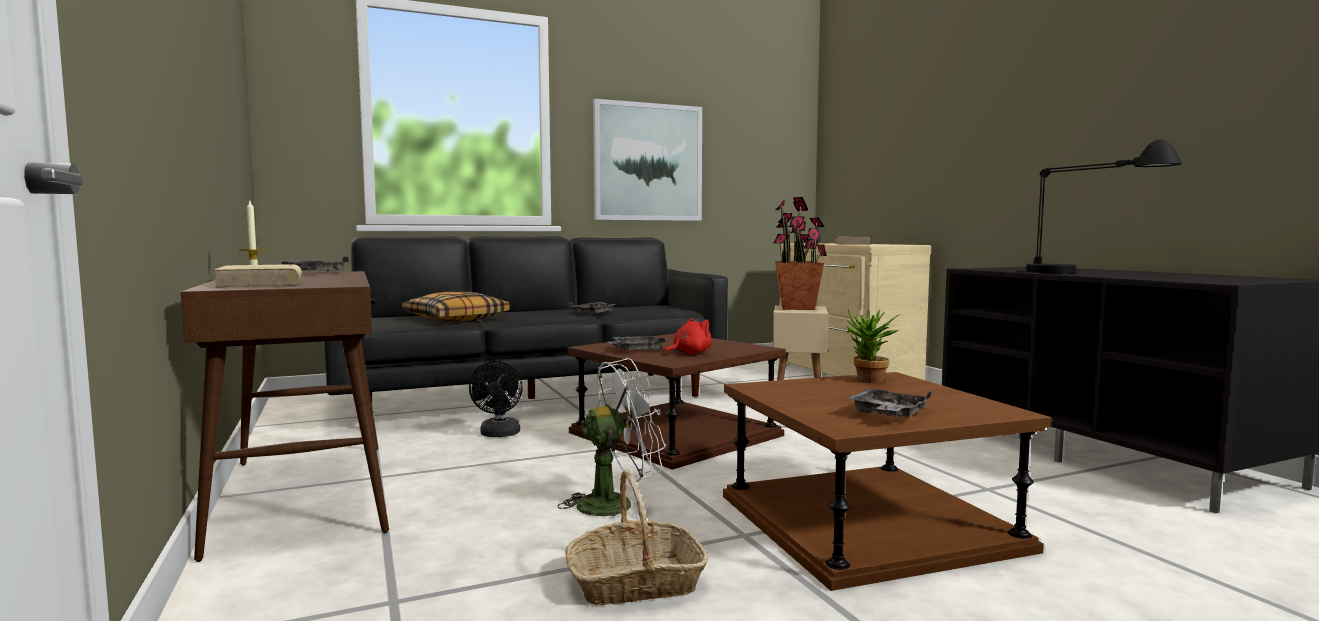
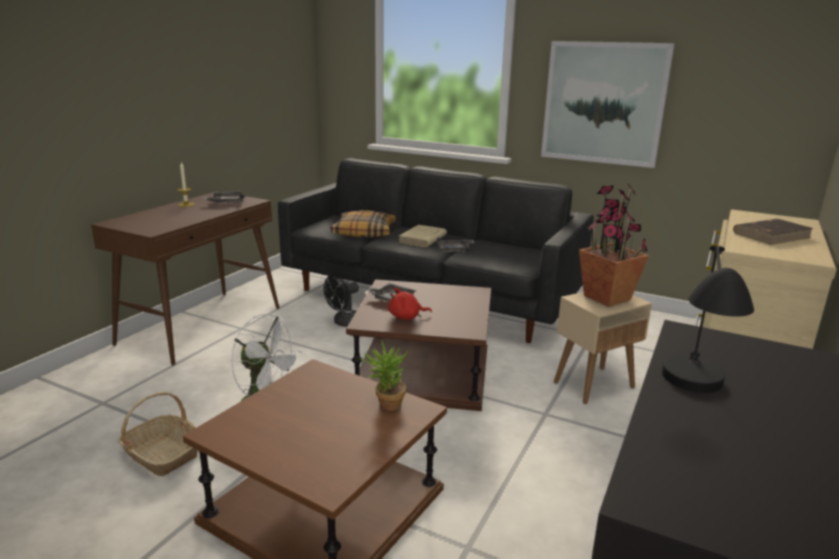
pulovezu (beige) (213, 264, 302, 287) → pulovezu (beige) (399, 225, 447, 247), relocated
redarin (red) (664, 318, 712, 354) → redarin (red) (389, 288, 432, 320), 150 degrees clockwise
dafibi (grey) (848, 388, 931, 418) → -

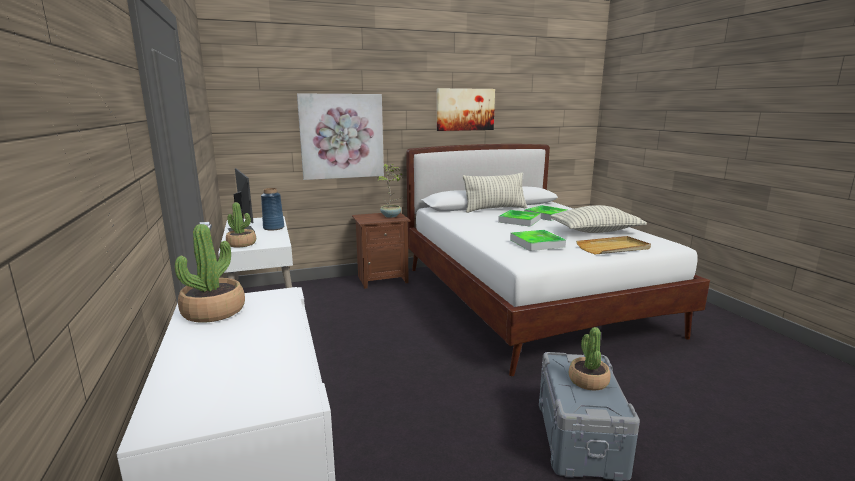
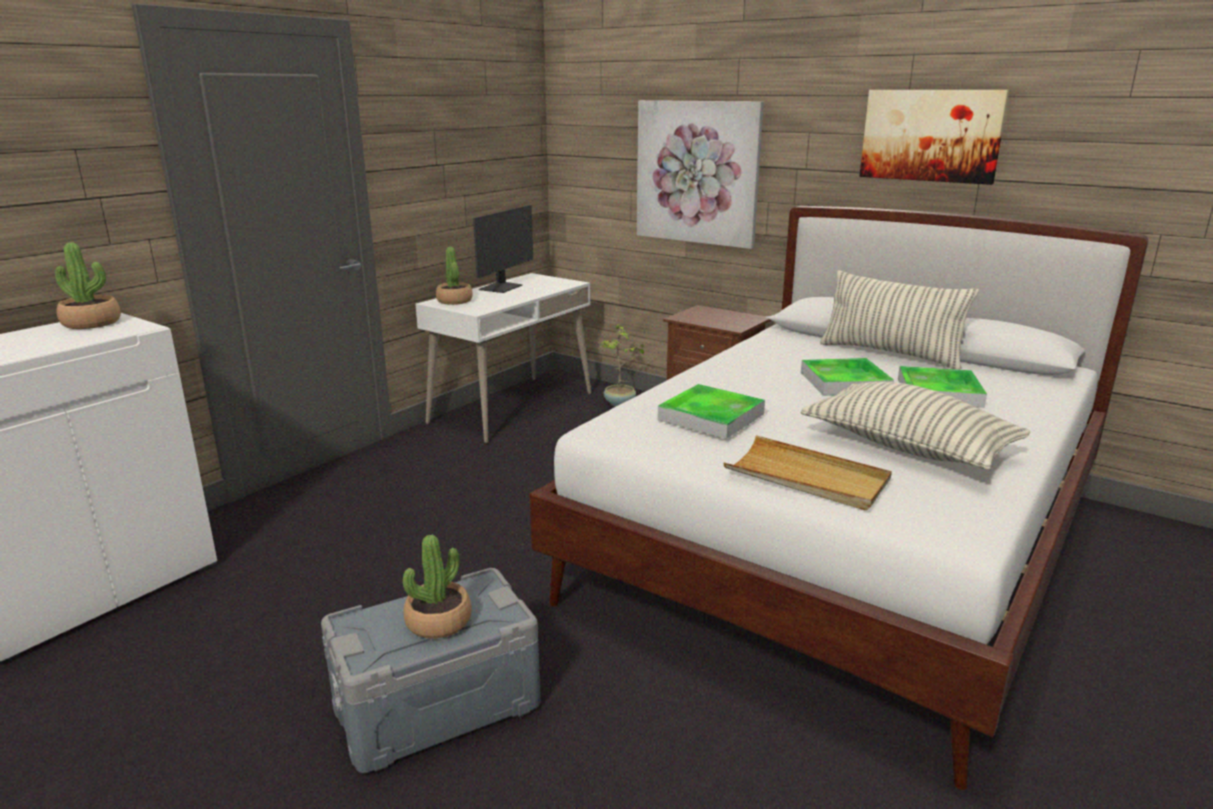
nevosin (378, 164, 402, 218) → nevosin (600, 324, 646, 406), relocated
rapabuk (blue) (261, 188, 284, 231) → -

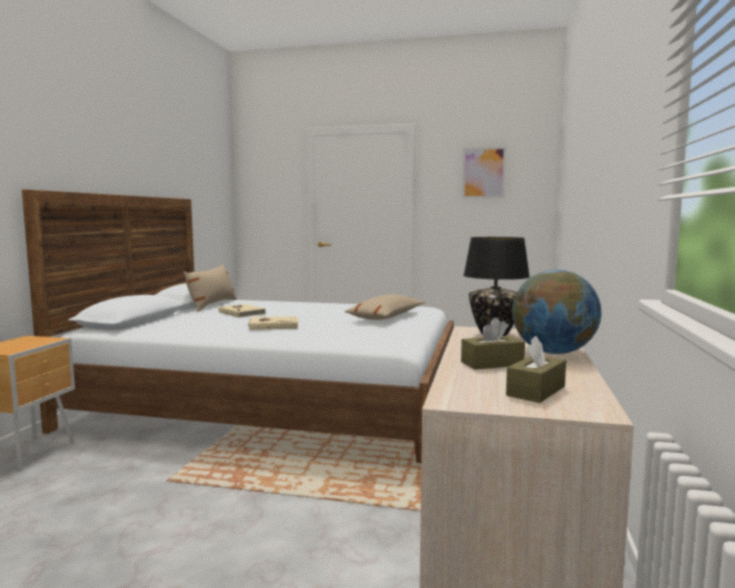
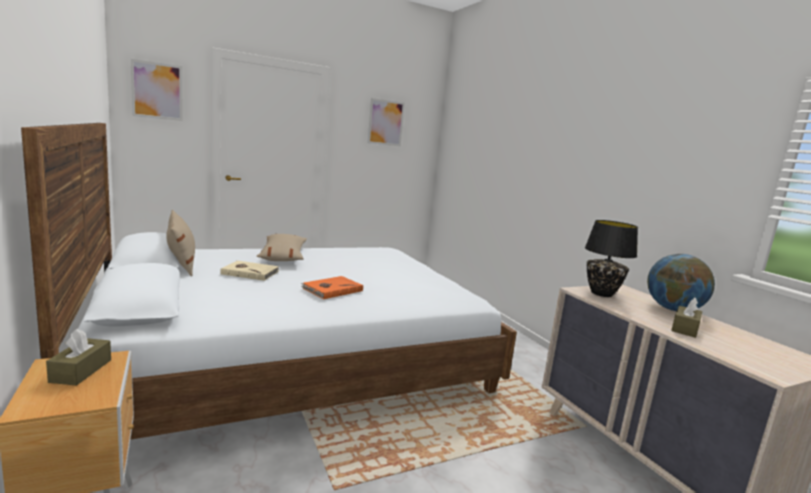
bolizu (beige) (345, 294, 425, 320) → bolizu (beige) (257, 234, 307, 261), relocated
pulovezu (beige) (248, 316, 299, 330) → pulovezu (orange) (301, 276, 363, 299)
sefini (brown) (506, 336, 566, 403) → sefini (brown) (46, 329, 111, 386), relocated
- → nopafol (131, 59, 183, 121)

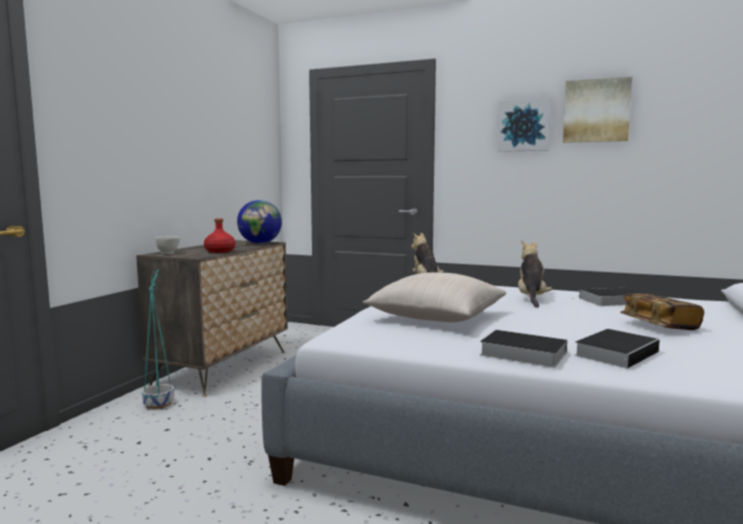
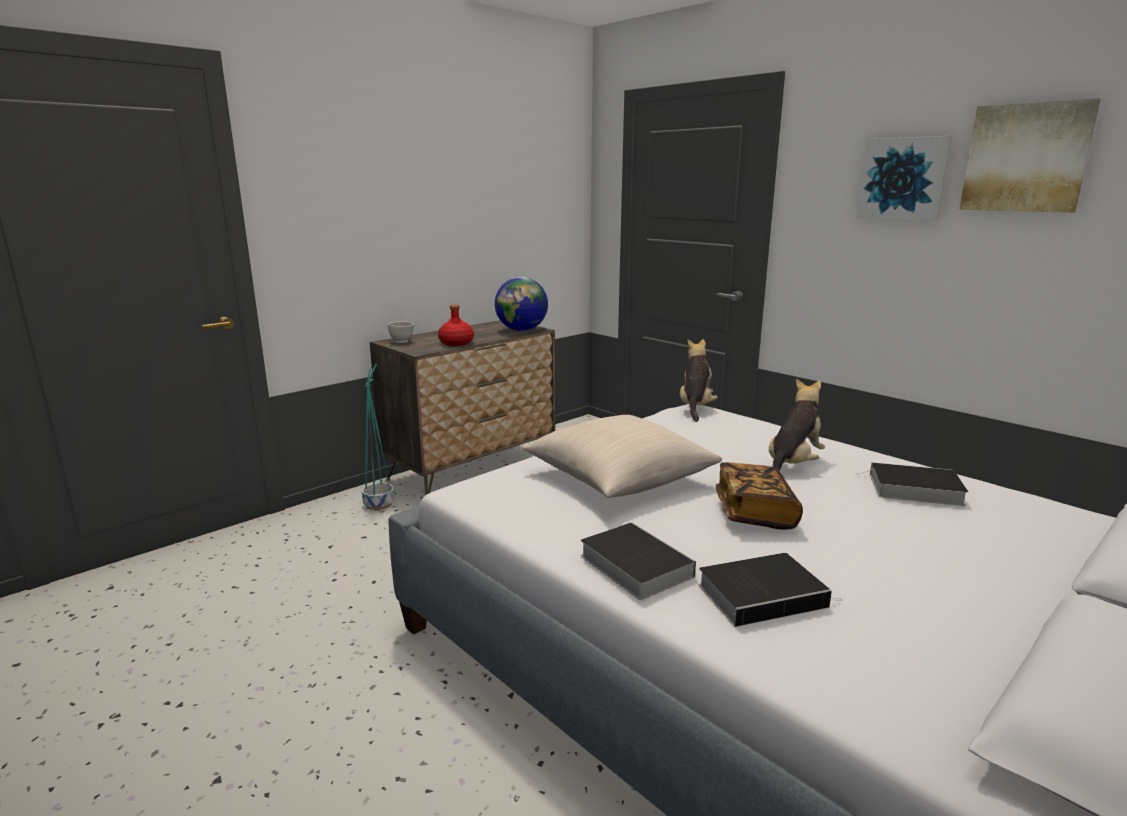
pulovezu (620, 294, 704, 330) → pulovezu (716, 462, 803, 530), relocated

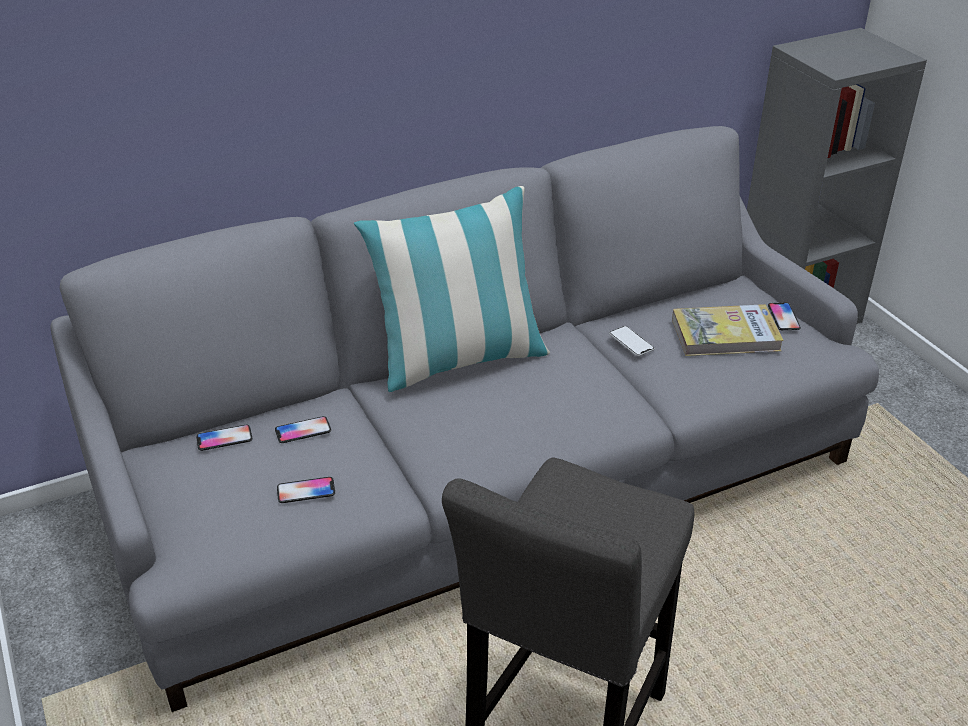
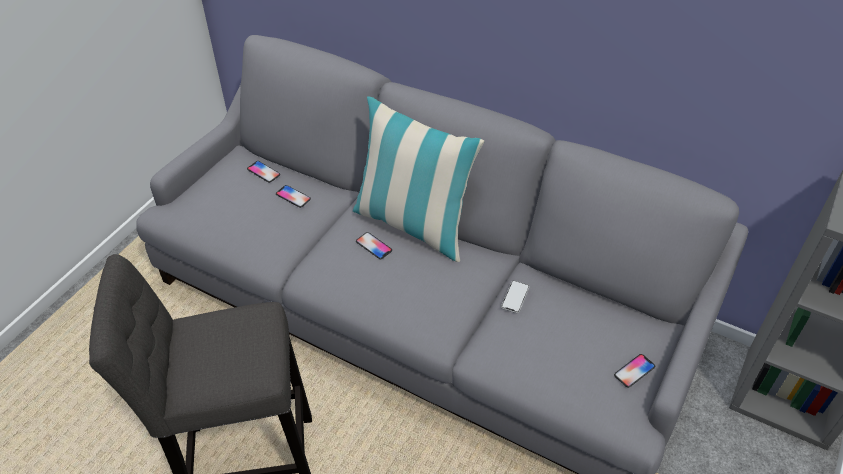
pulovezu (672, 304, 784, 356) → -
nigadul (277, 477, 335, 503) → nigadul (356, 232, 392, 259), relocated

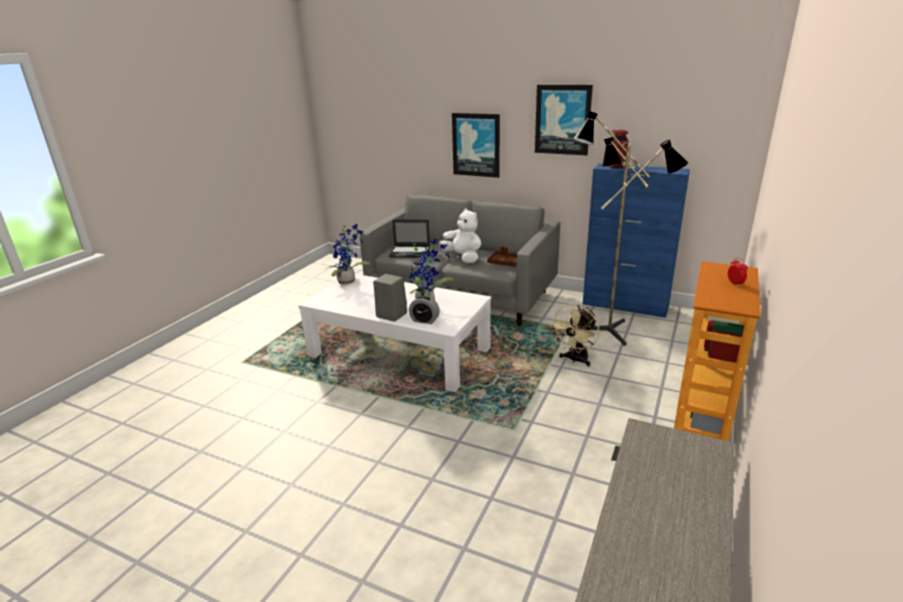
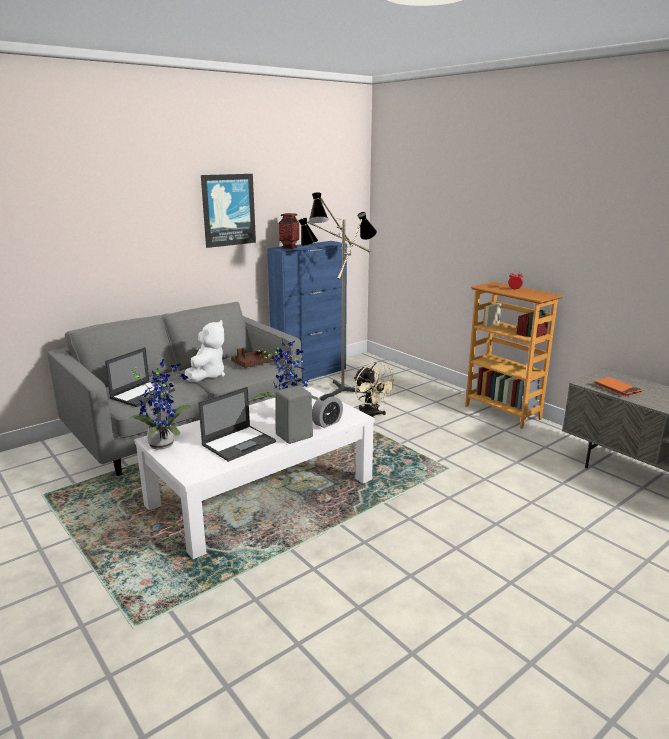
nopafol (452, 113, 500, 178) → -
redarin (white) (439, 208, 481, 263) → redarin (white) (185, 320, 225, 382), 120 degrees clockwise
- → pulovezu (orange) (594, 377, 642, 397)
- → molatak (198, 387, 276, 462)

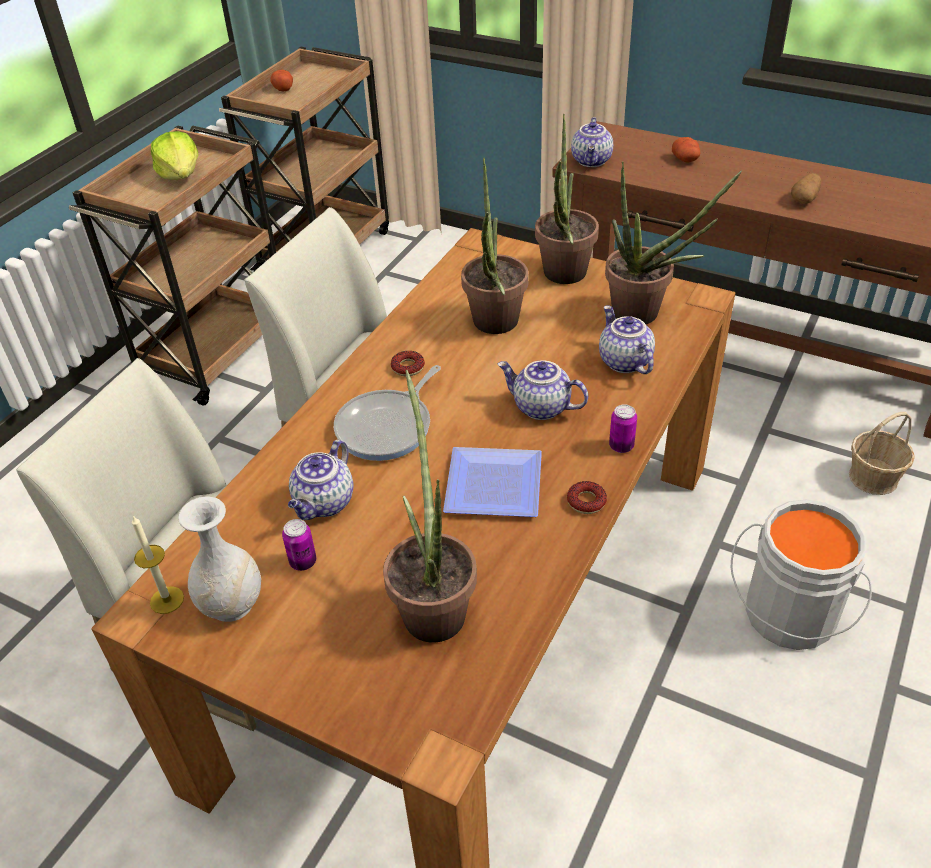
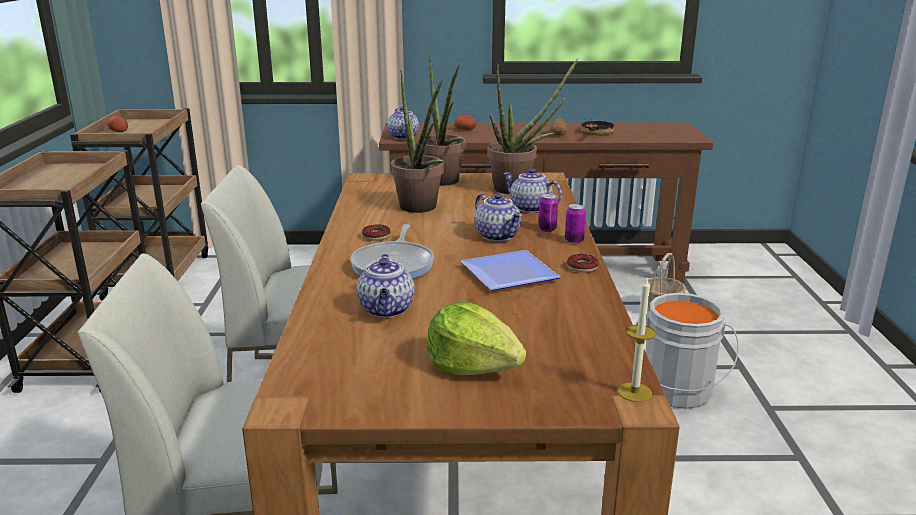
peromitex (151, 131, 198, 180) → peromitex (427, 301, 526, 375), relocated
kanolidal (498, 361, 588, 420) → kanolidal (475, 193, 522, 242), 120 degrees counterclockwise
nevosin (383, 370, 477, 643) → -
rapabuk (white) (178, 496, 261, 622) → -
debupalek (132, 515, 184, 614) → debupalek (618, 278, 656, 402), relocated
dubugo (282, 519, 316, 571) → dubugo (538, 194, 558, 232), relocated
- → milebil (581, 118, 615, 136)

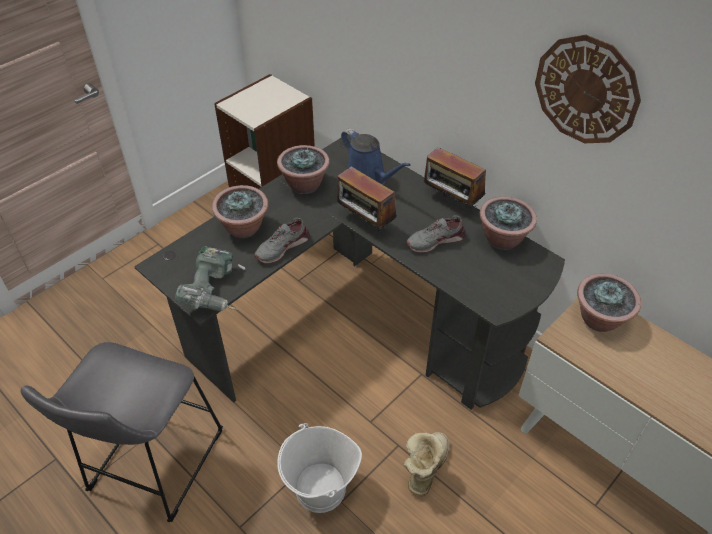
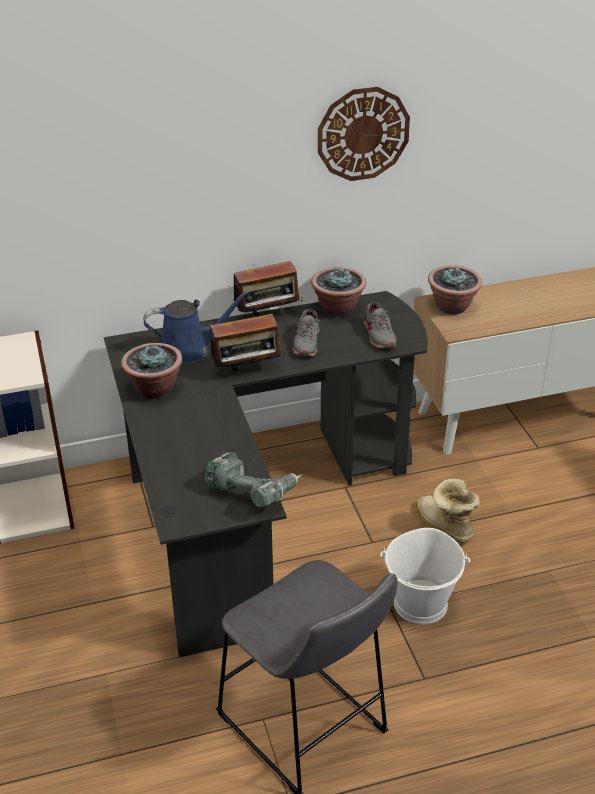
nevosin (212, 185, 268, 238) → -
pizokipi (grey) (254, 218, 310, 263) → pizokipi (grey) (364, 302, 397, 349), relocated

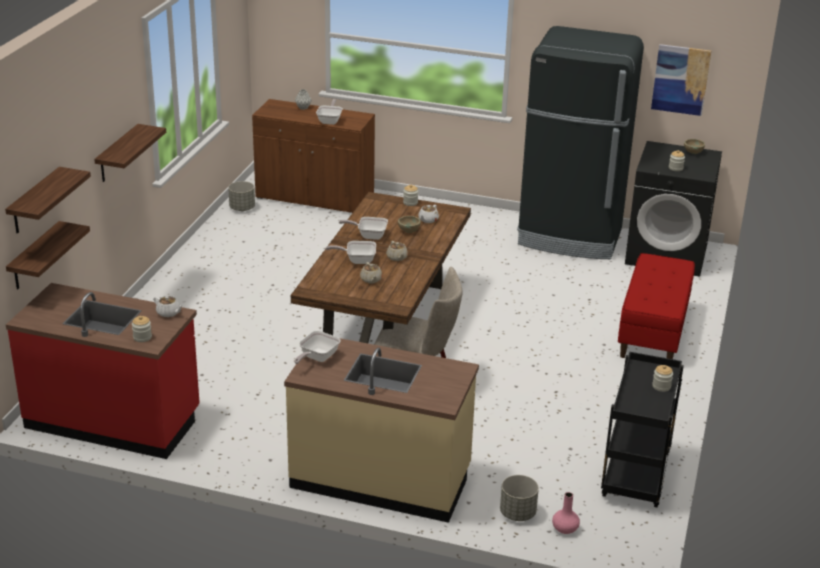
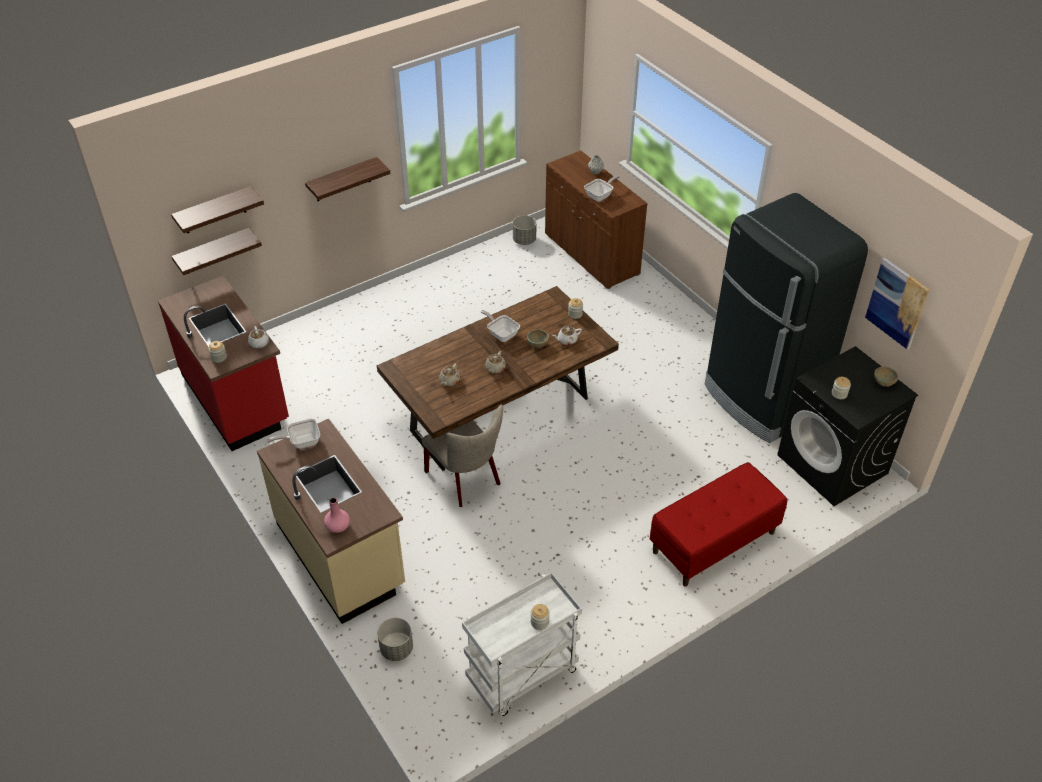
milebil (326, 241, 376, 264) → -
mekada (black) (601, 352, 684, 507) → mekada (white) (462, 572, 582, 716)
rapabuk (pink) (552, 492, 580, 534) → rapabuk (pink) (324, 498, 350, 533), relocated

